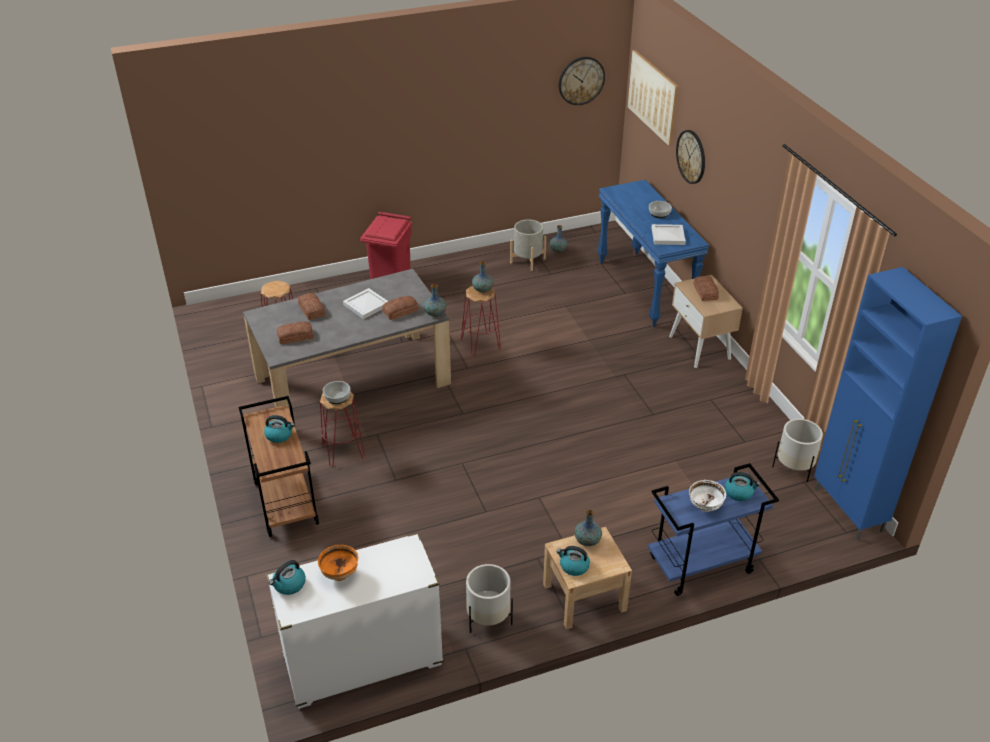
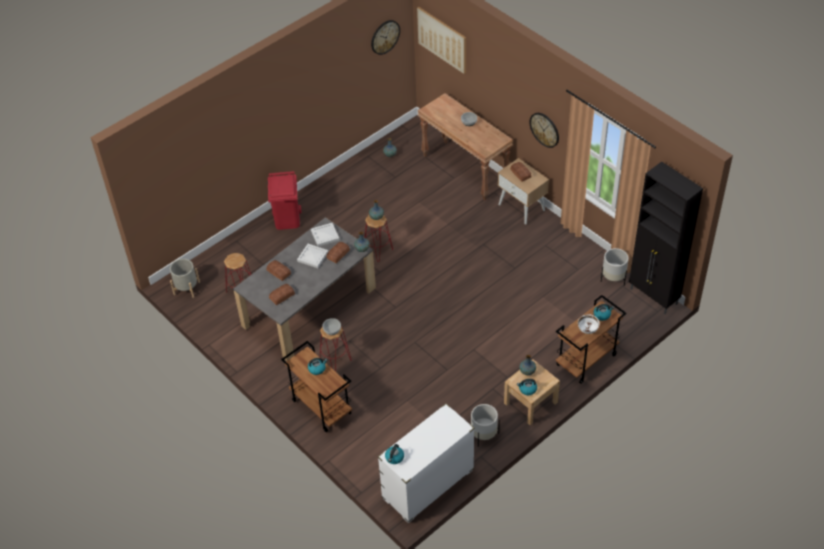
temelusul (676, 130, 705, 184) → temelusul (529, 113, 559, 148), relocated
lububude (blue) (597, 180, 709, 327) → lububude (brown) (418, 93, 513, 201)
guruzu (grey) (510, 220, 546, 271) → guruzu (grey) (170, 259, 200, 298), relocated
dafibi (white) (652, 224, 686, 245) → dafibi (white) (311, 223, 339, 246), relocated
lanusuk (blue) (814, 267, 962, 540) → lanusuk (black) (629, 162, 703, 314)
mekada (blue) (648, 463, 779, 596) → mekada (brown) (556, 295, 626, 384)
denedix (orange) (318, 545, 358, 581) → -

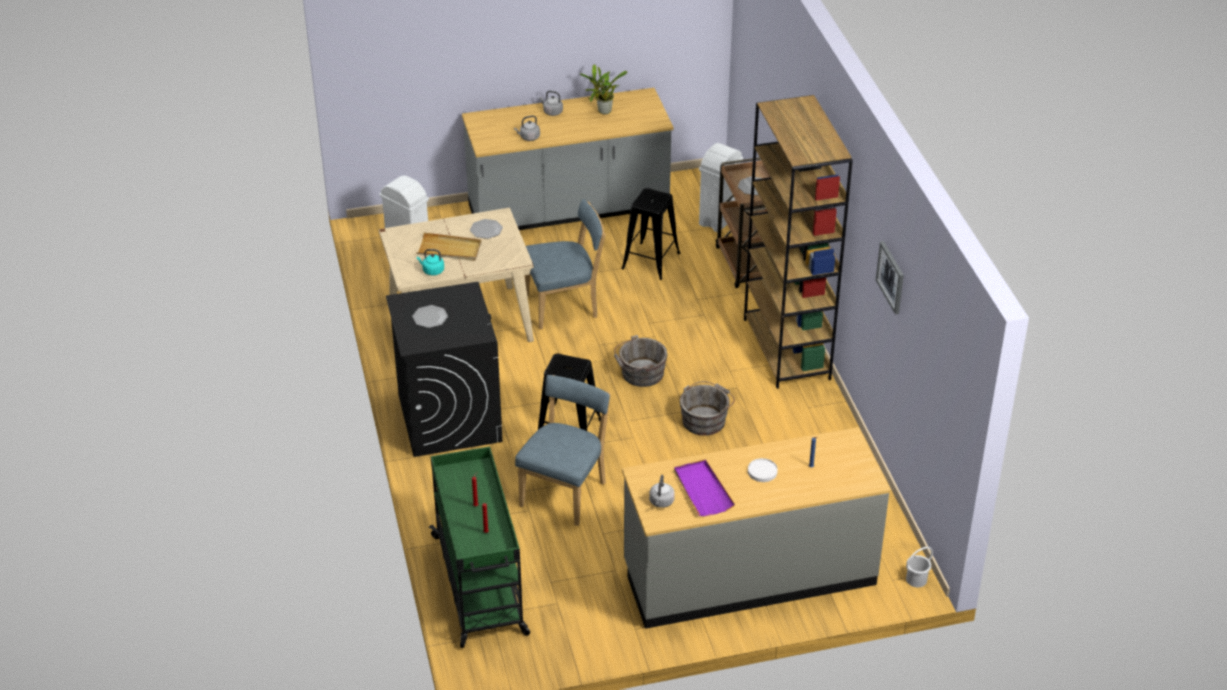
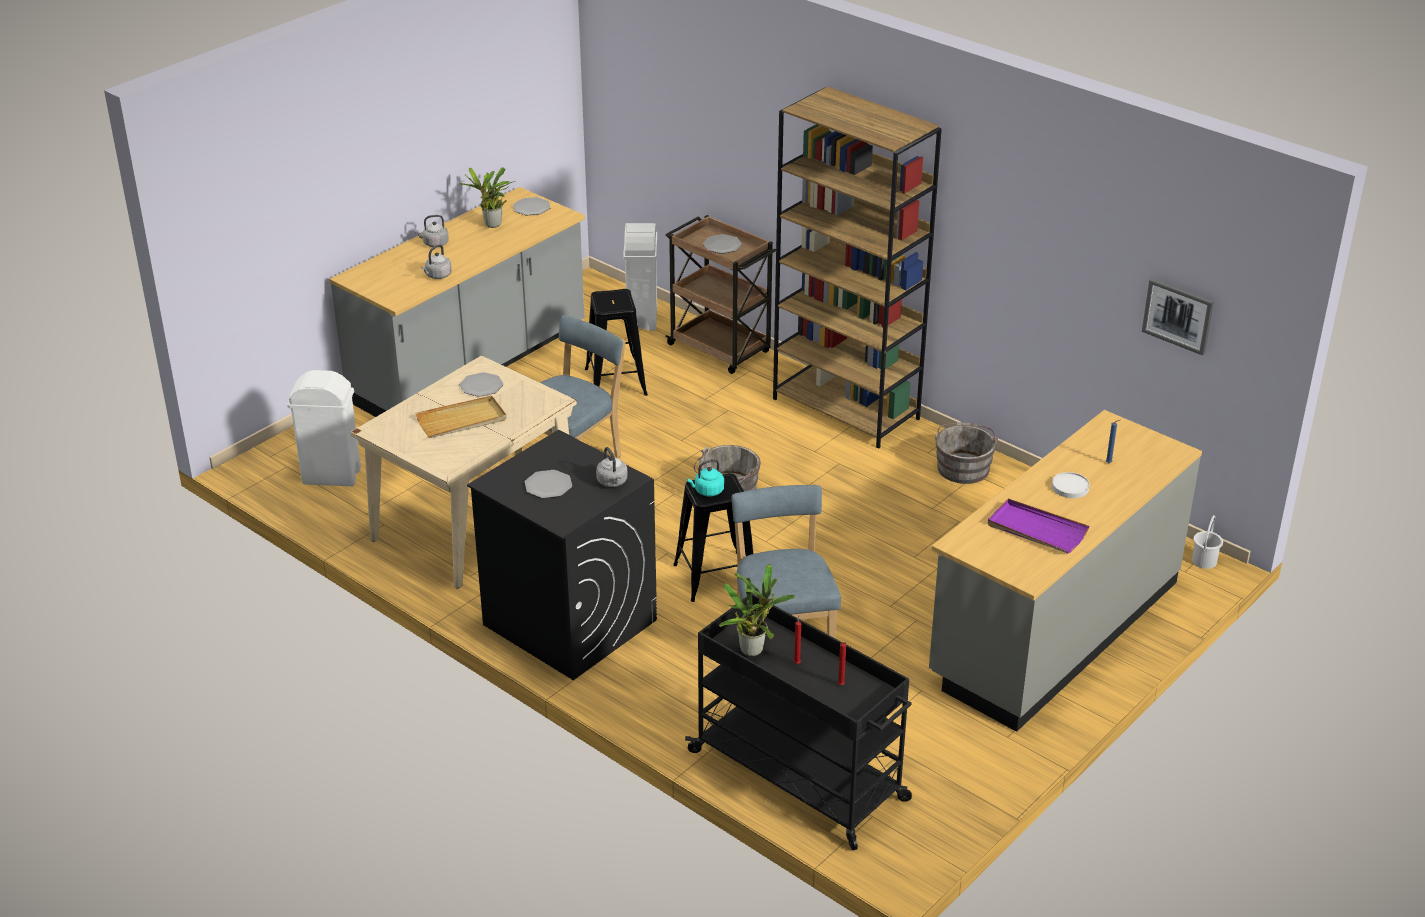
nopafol (876, 241, 904, 314) → nopafol (1142, 278, 1214, 355), relocated
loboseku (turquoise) (417, 249, 444, 276) → loboseku (turquoise) (687, 459, 724, 496), relocated
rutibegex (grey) (680, 381, 735, 436) → rutibegex (grey) (935, 422, 998, 484), relocated
mekada (green) (429, 446, 530, 648) → mekada (black) (685, 594, 912, 850)
loboseku (grey) (649, 475, 675, 508) → loboseku (grey) (596, 447, 628, 487), relocated
- → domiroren (513, 197, 550, 215)
- → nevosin (719, 564, 796, 656)

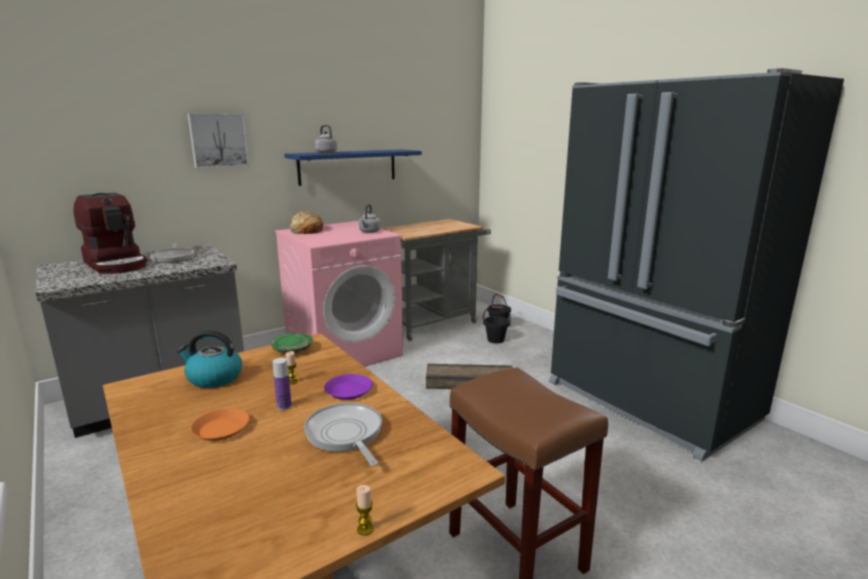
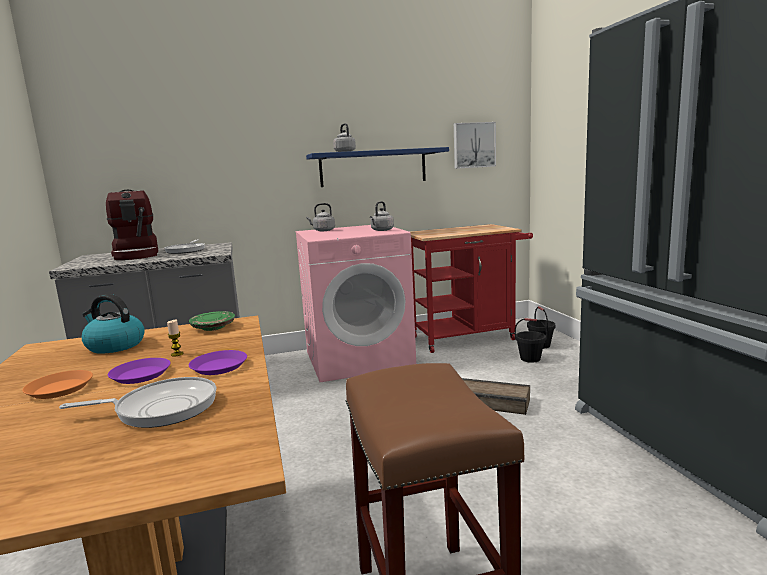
nopafol (188, 113, 249, 169) → nopafol (454, 122, 496, 169), relocated
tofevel (290, 211, 323, 234) → loboseku (grey) (306, 203, 335, 231)
mekada (grey) (381, 219, 491, 341) → mekada (red) (410, 224, 533, 353)
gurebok (273, 358, 292, 410) → domiroren (purple) (108, 358, 171, 384)
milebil (304, 403, 382, 466) → milebil (59, 377, 217, 428), 90 degrees clockwise
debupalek (356, 485, 374, 536) → -

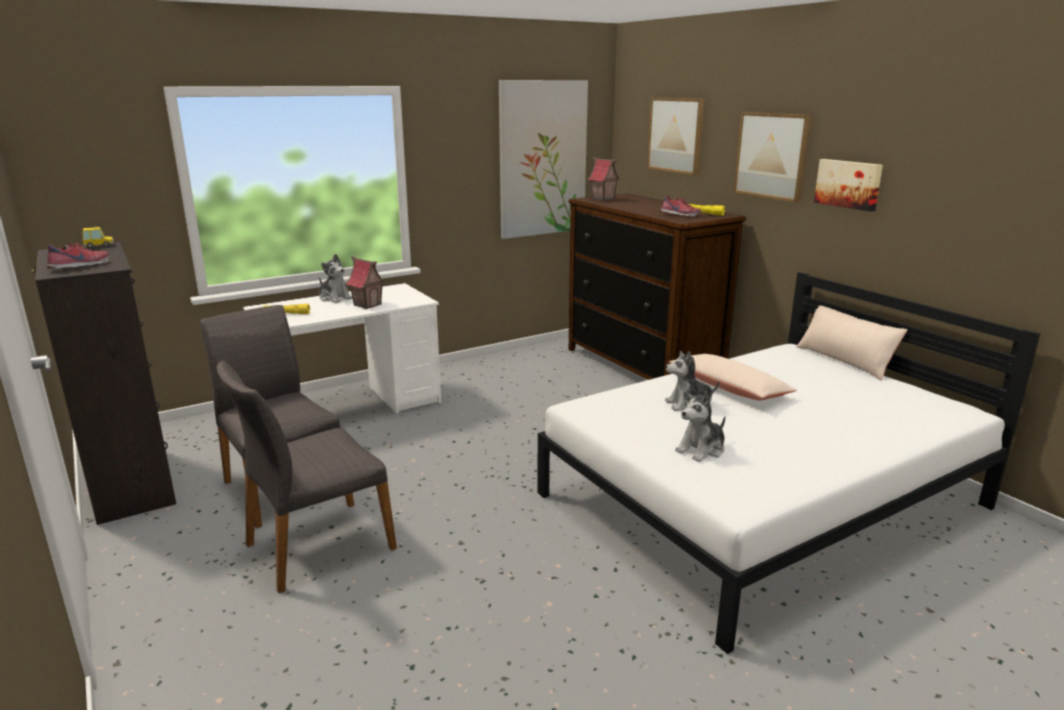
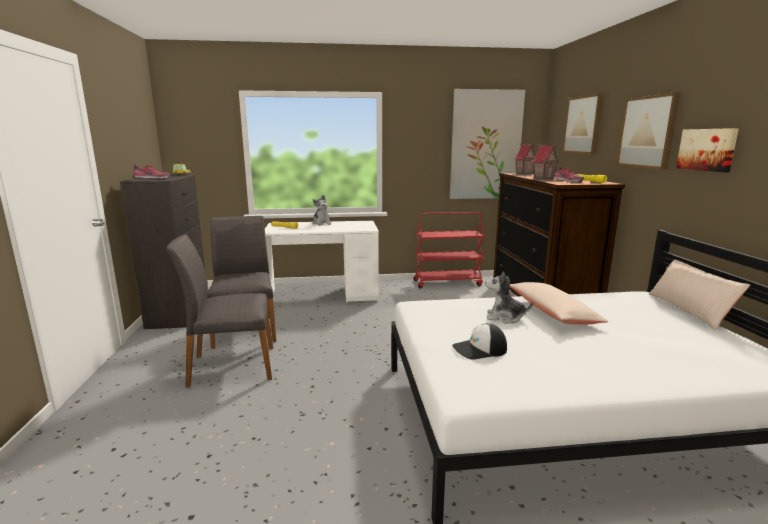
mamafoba (346, 256, 386, 309) → mamafoba (531, 144, 559, 179), relocated
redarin (675, 391, 725, 462) → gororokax (452, 323, 507, 360)
- → mekada (red) (414, 212, 485, 288)

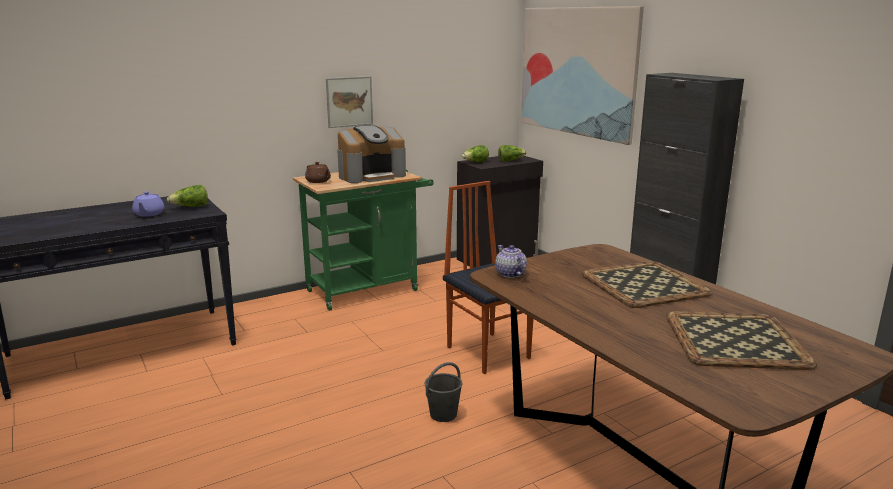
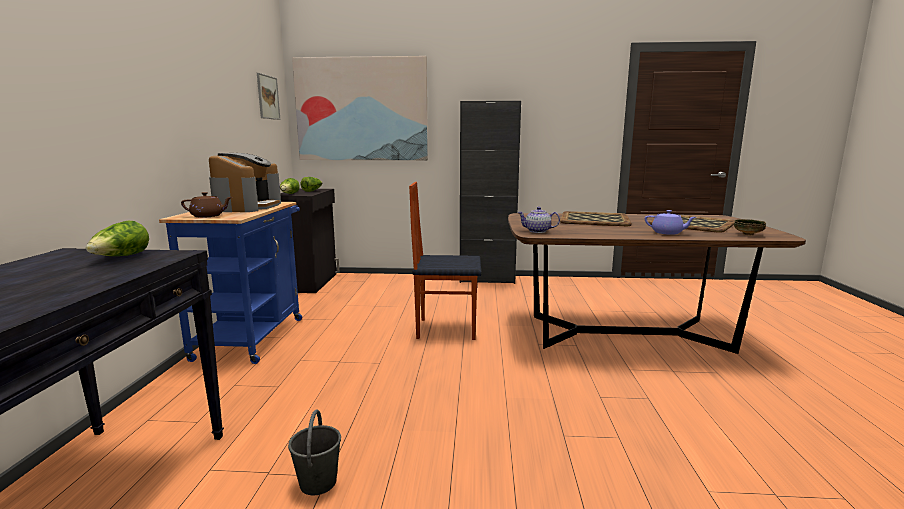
nopafol (326, 76, 373, 128) → nopafol (257, 73, 280, 120), relocated
mekada (green) (293, 170, 434, 311) → mekada (blue) (159, 202, 302, 364)
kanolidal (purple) (132, 191, 164, 217) → kanolidal (purple) (645, 210, 696, 235), relocated
rutibegex (grey) (425, 362, 462, 422) → rutibegex (grey) (288, 409, 341, 495), relocated
- → denedix (734, 219, 766, 235)

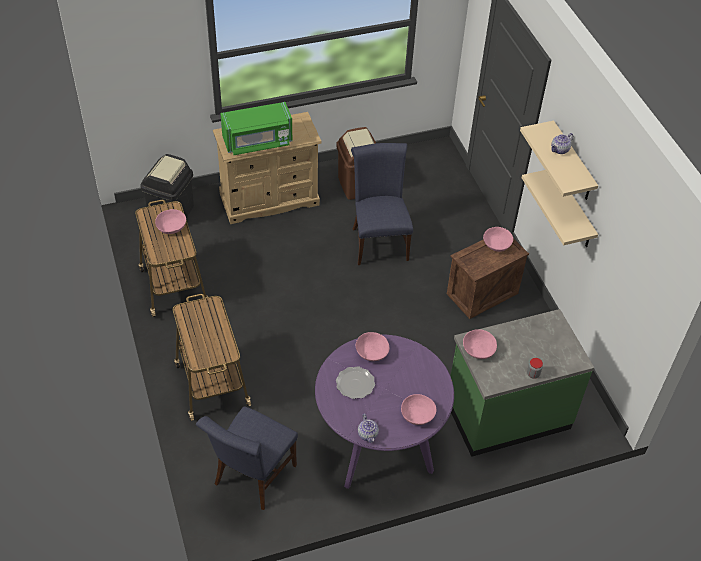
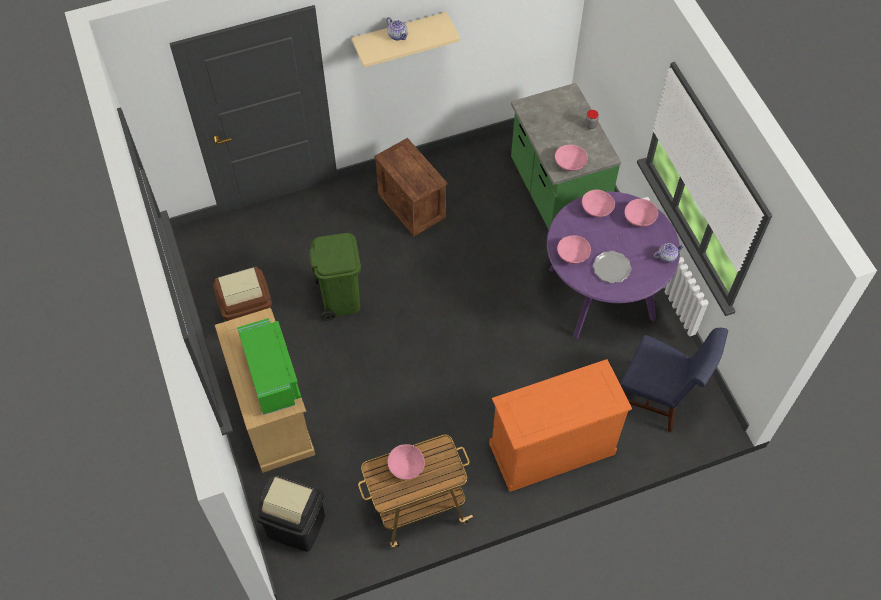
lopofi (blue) (351, 143, 413, 265) → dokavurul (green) (309, 233, 361, 321)
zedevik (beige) (522, 170, 598, 247) → -
denedix (pink) (483, 227, 513, 252) → denedix (pink) (582, 190, 615, 217), relocated
mekada (173, 294, 251, 421) → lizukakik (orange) (489, 359, 632, 492)

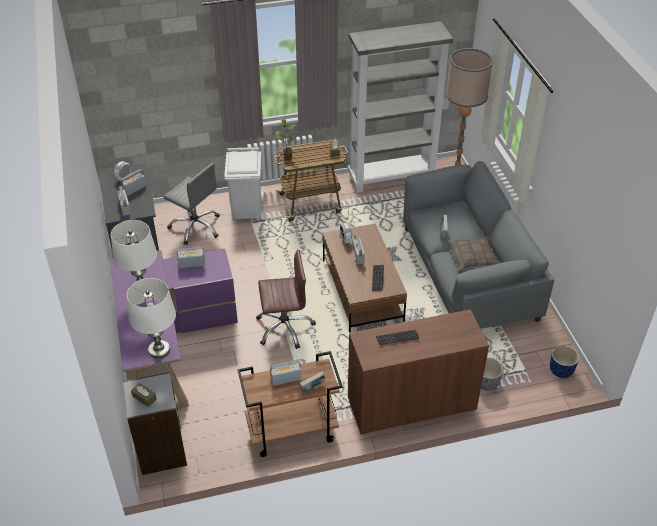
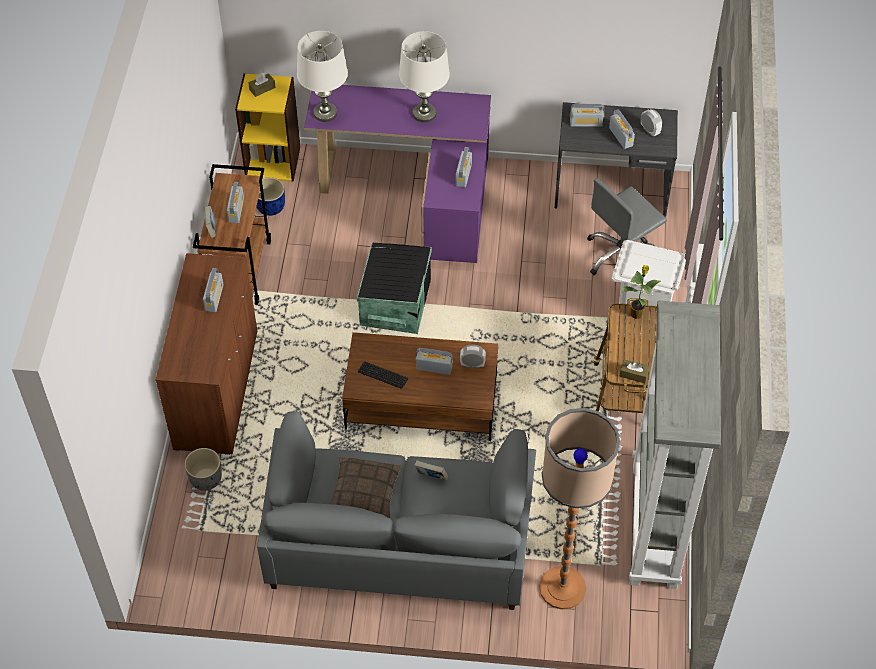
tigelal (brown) (256, 250, 316, 349) → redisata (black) (357, 242, 432, 334)
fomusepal (376, 330, 419, 345) → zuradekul (203, 268, 223, 312)
guruzu (blue) (550, 345, 579, 378) → guruzu (blue) (256, 177, 285, 216), relocated
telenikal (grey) (123, 372, 187, 475) → telenikal (yellow) (235, 73, 301, 182)

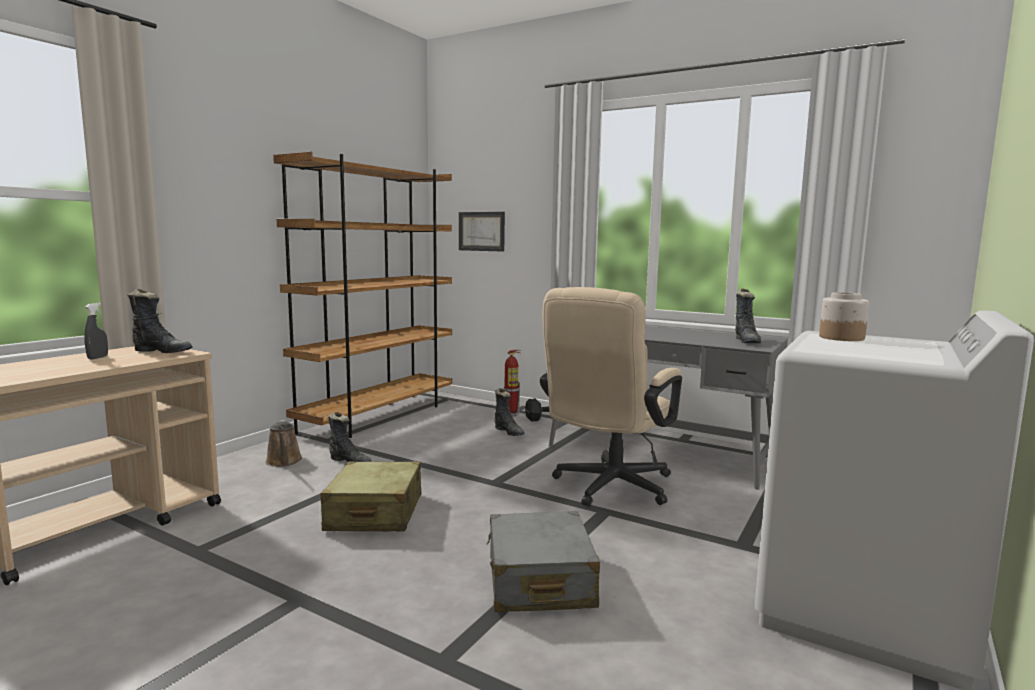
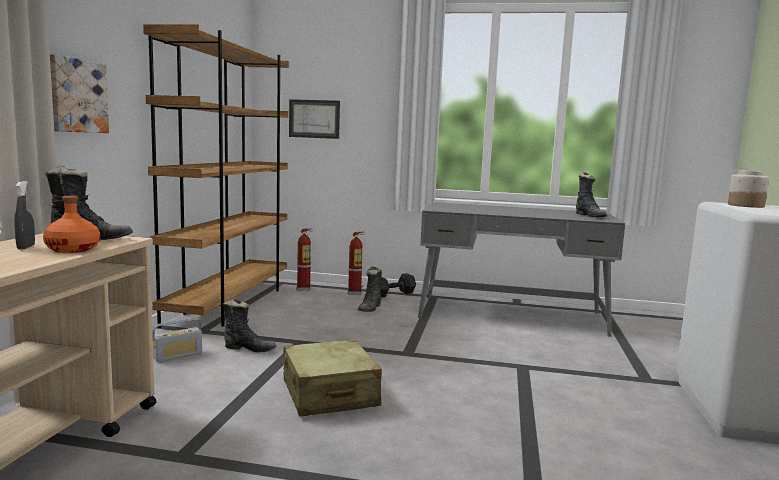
tigelal (beige) (540, 287, 682, 507) → -
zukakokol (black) (495, 388, 525, 436) → zukakokol (black) (358, 266, 382, 312), 75 degrees clockwise
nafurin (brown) (266, 420, 302, 467) → zuradekul (152, 318, 202, 363)
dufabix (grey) (486, 511, 600, 612) → -
- → nopafol (50, 54, 109, 133)
- → gurebok (orange) (43, 195, 100, 253)
- → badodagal (296, 228, 313, 291)

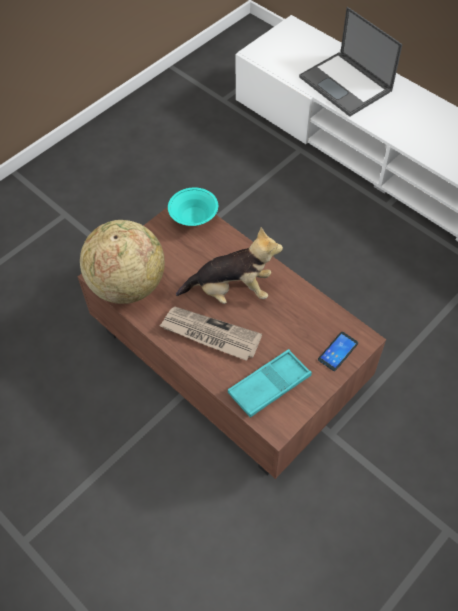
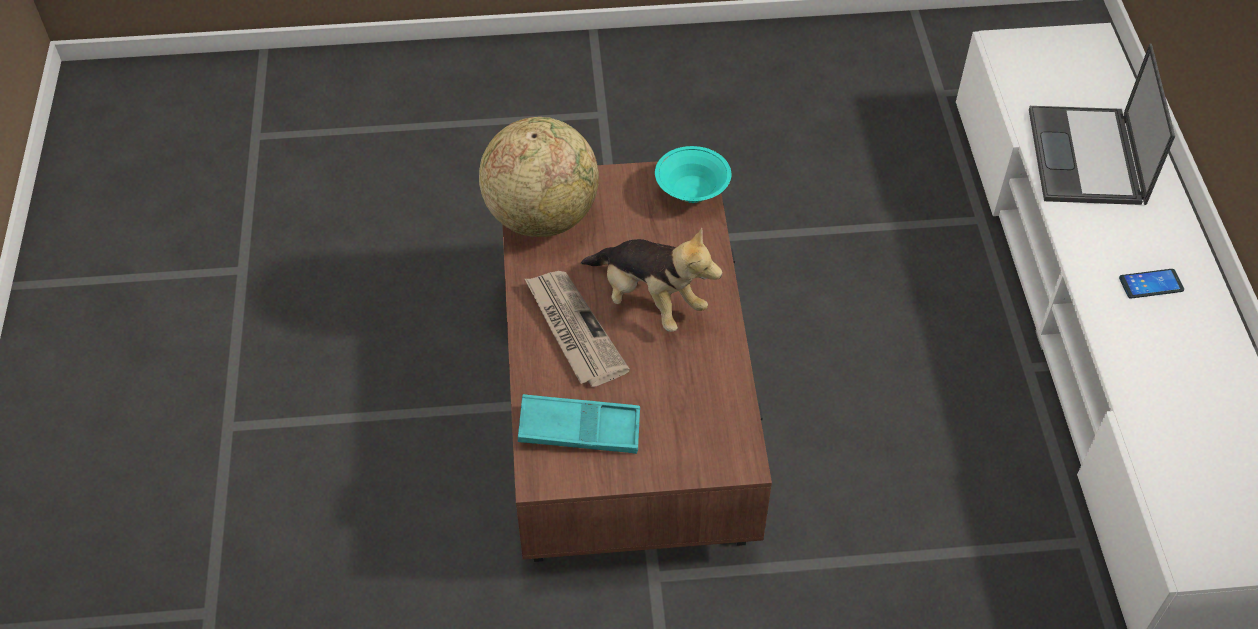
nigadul (318, 332, 358, 371) → nigadul (1119, 269, 1184, 298), relocated

